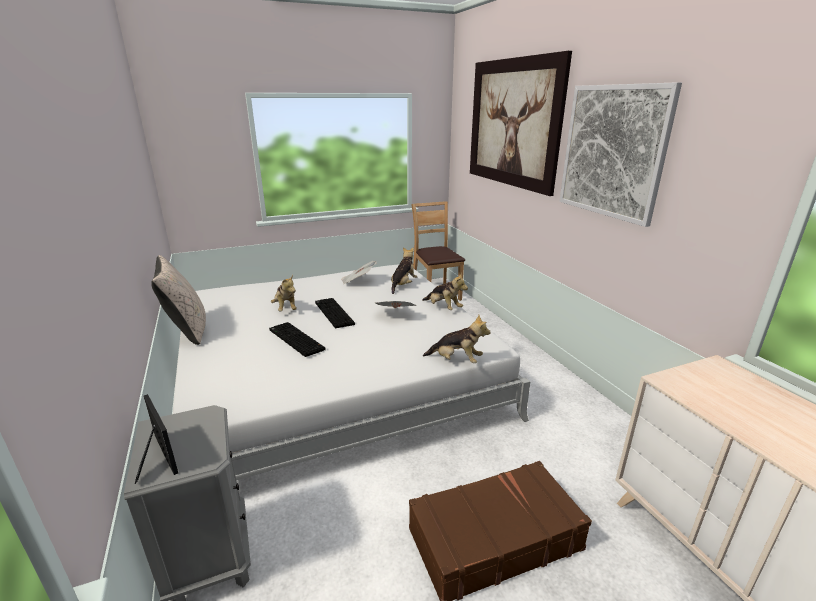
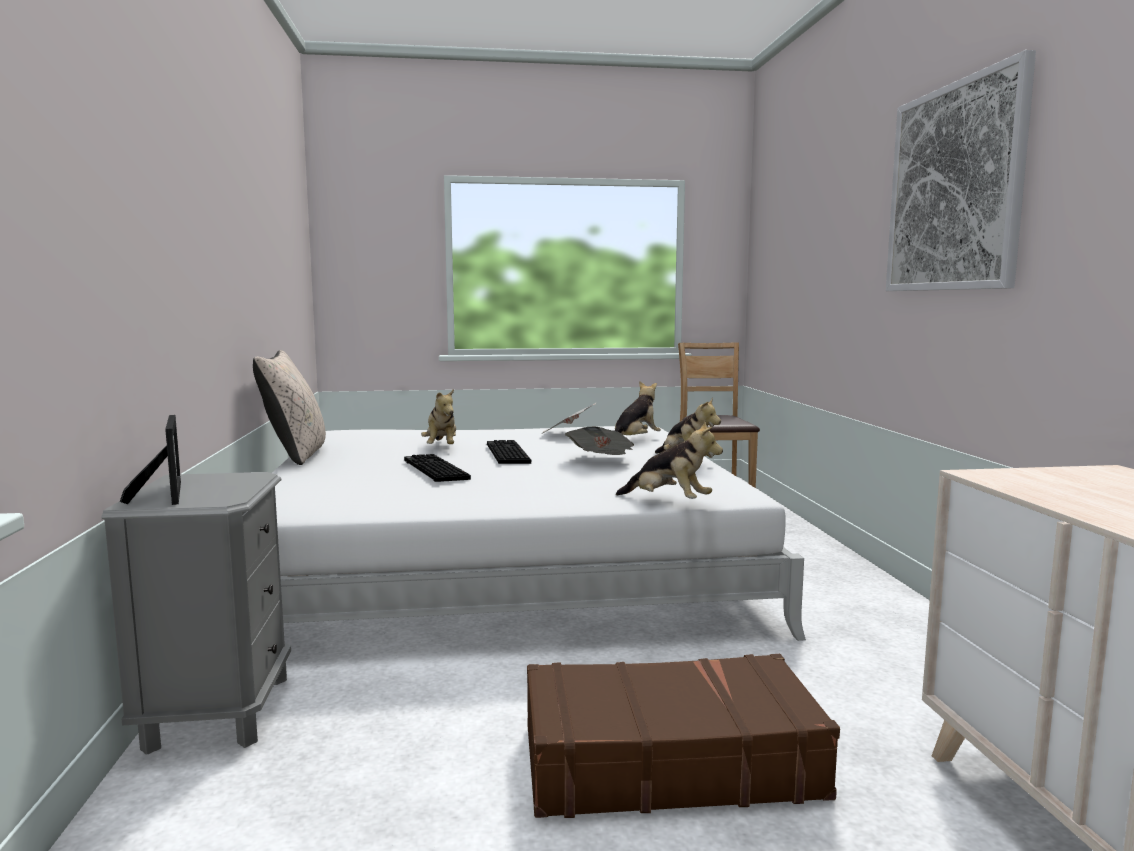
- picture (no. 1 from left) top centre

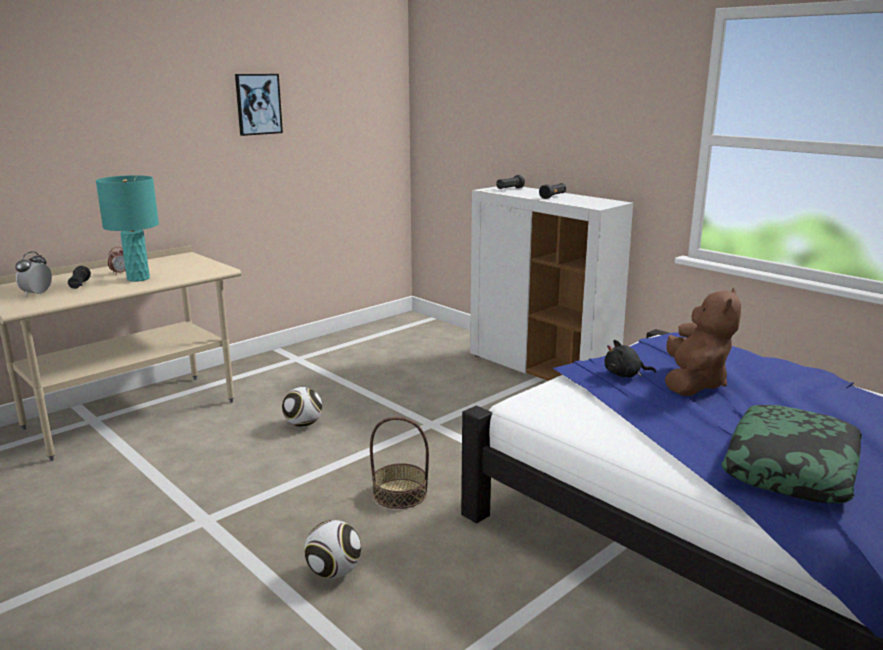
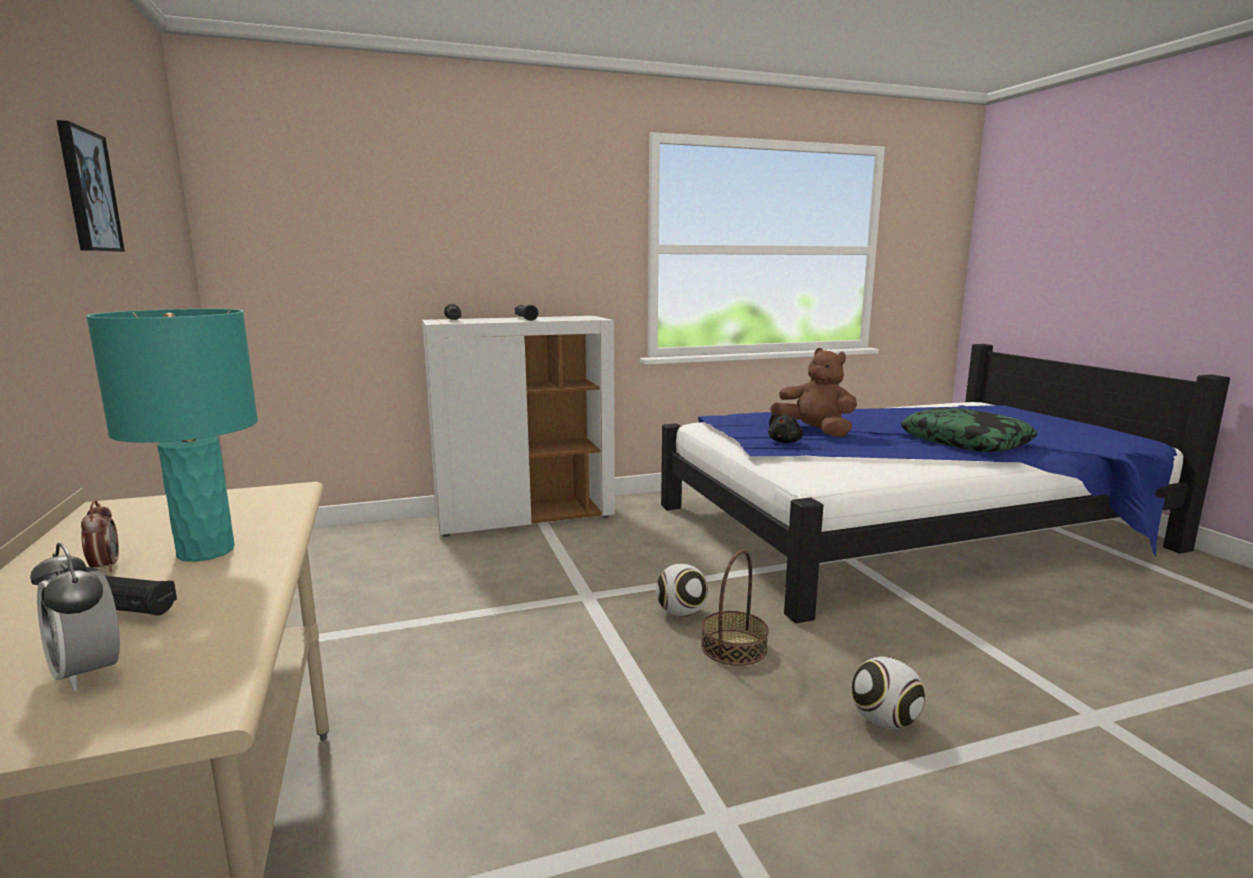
~ football (no. 1 from left) centre to bottom centre

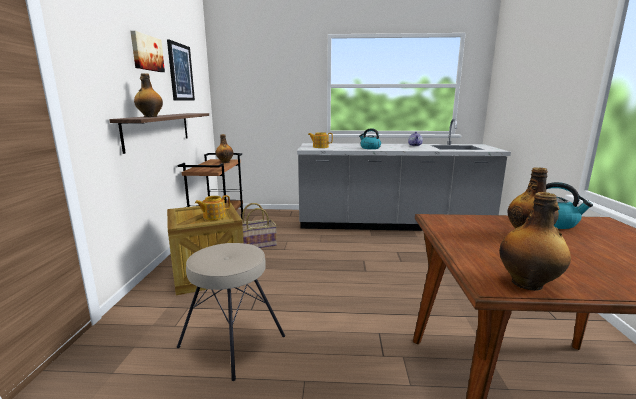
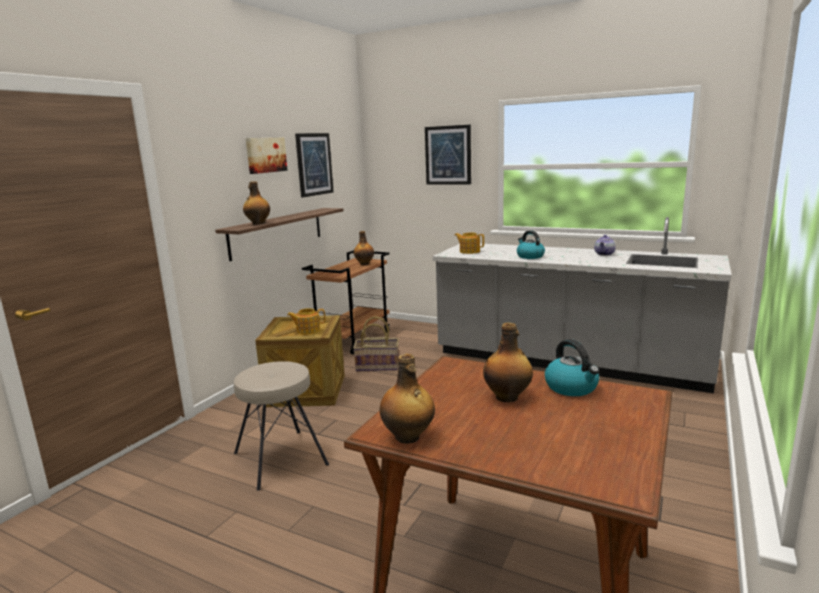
+ picture (no. 3 from left) top centre

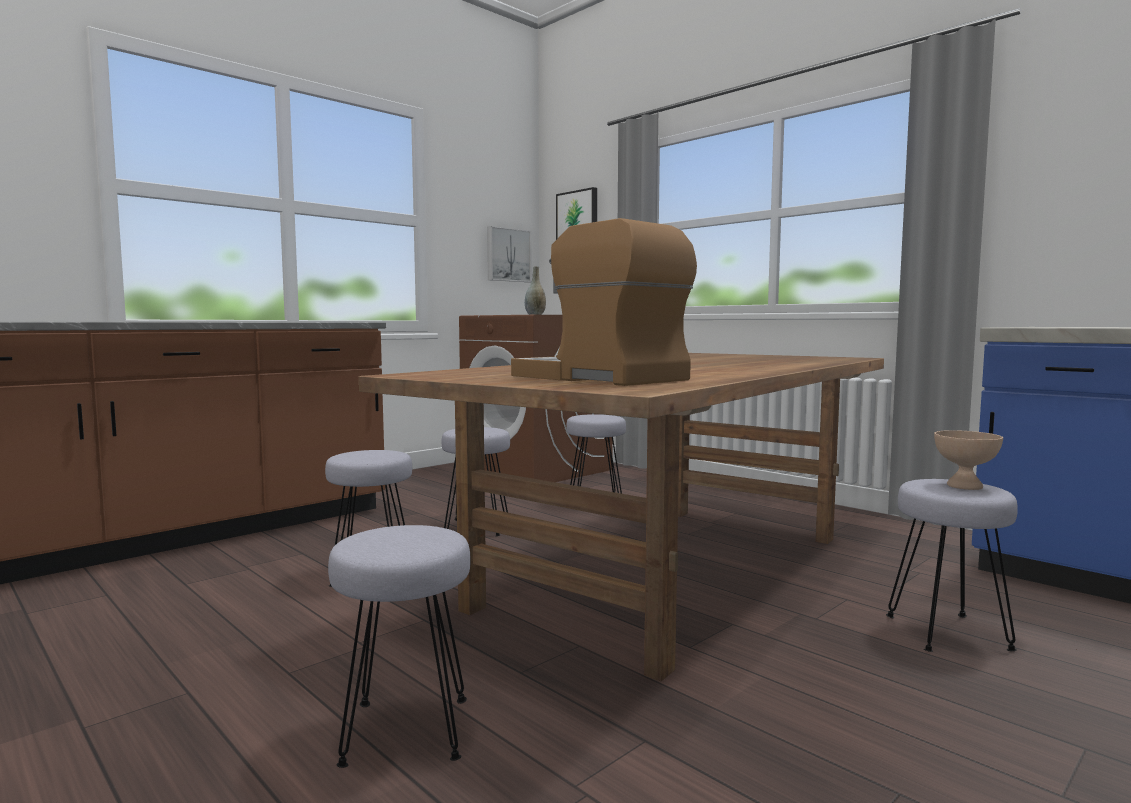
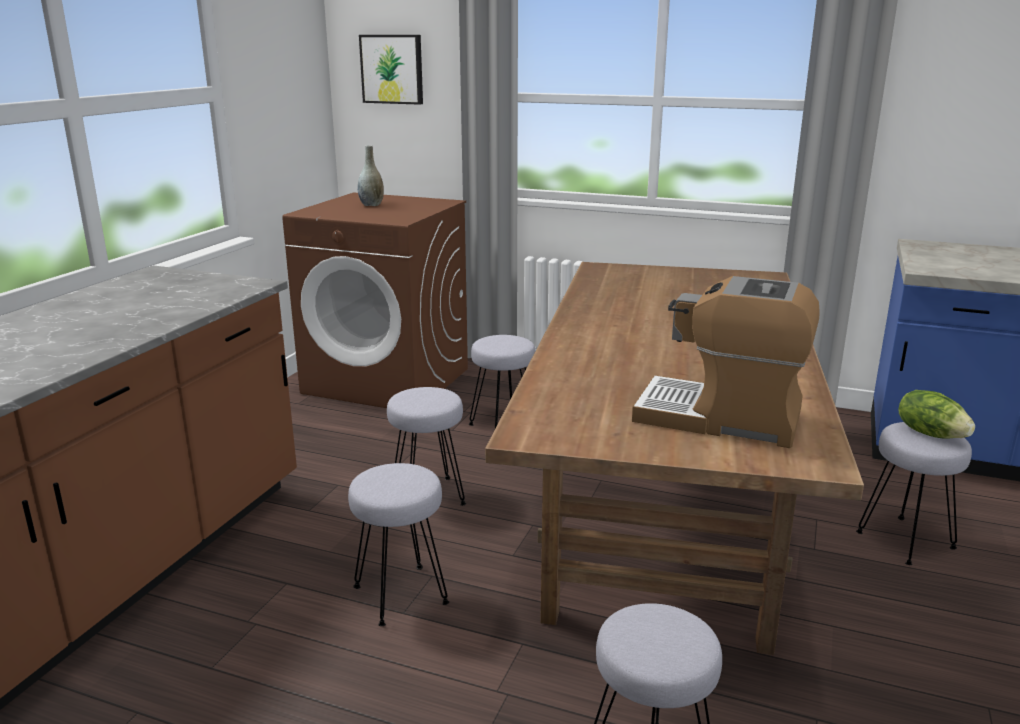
~ beige bowl middle right to lettuce middle right
- picture (no. 1 from left) top centre

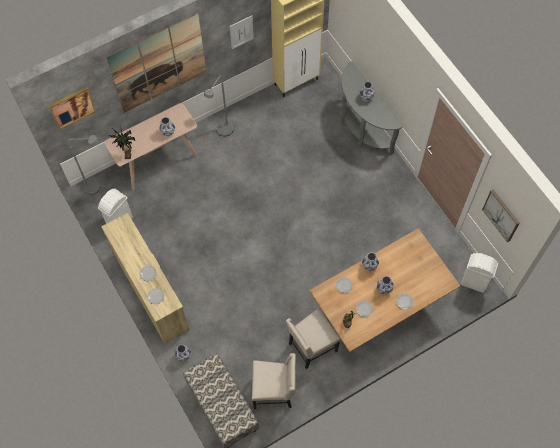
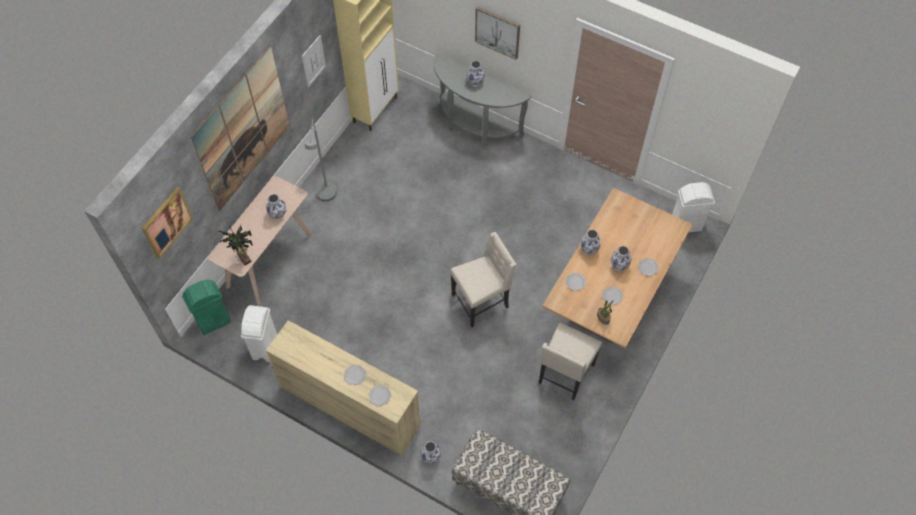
~ grey floor lamp (no. 1 from left) middle left to green trash can middle left
~ beige chair (no. 1 from left) bottom centre to centre
~ picture (no. 4 from left) middle right to top centre

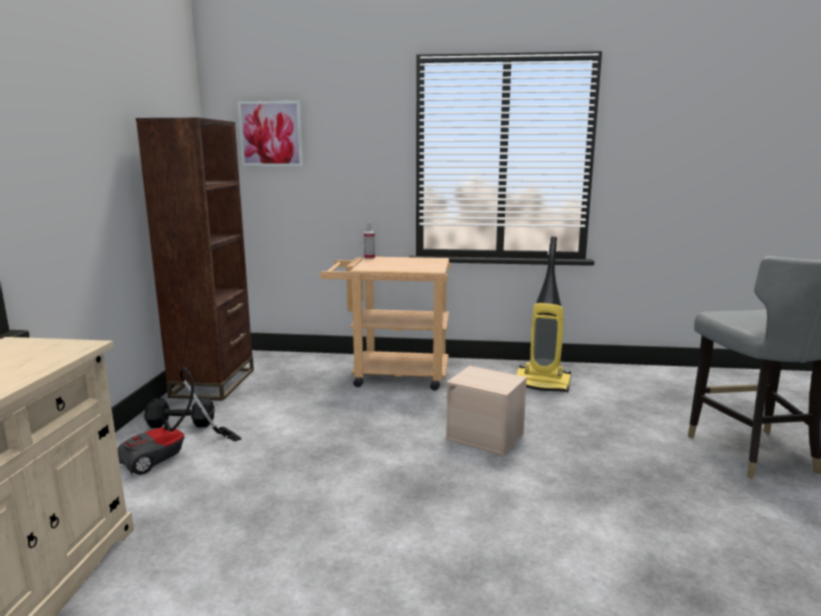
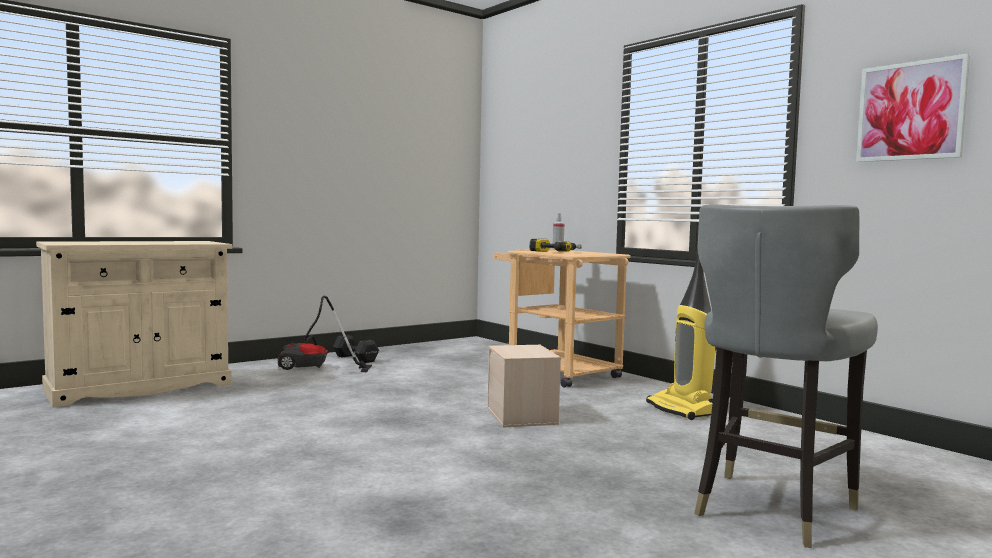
+ power drill centre
~ picture top left to top right
- brown bookcase middle left

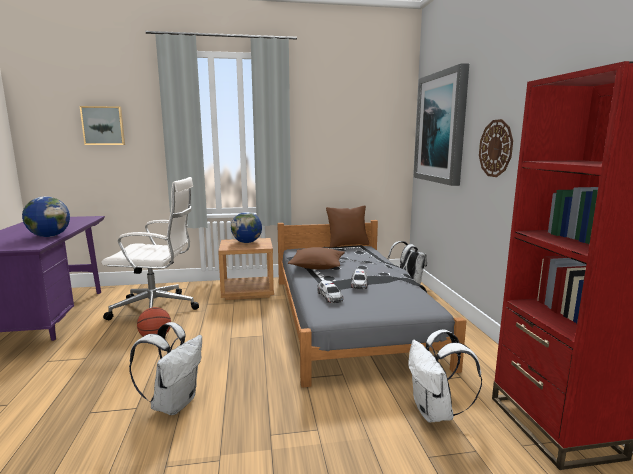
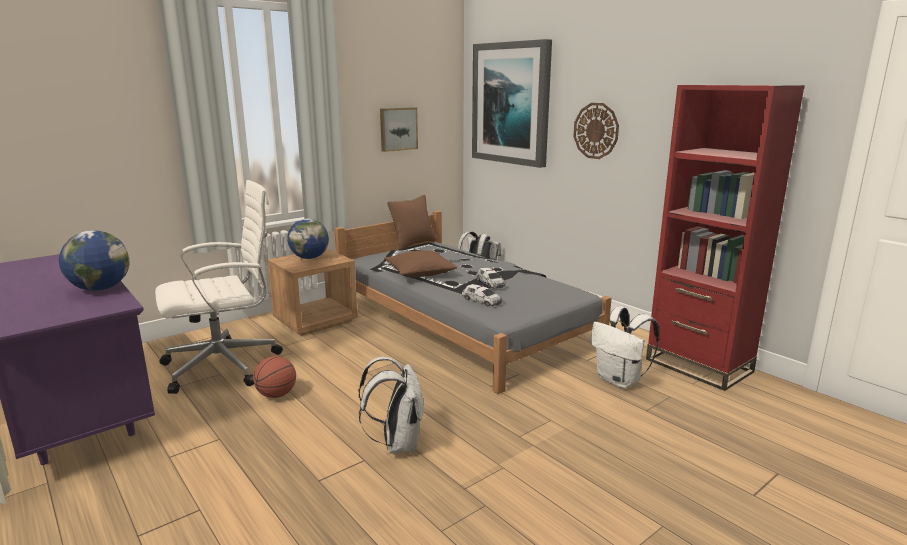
~ picture (no. 1 from left) top left to top centre

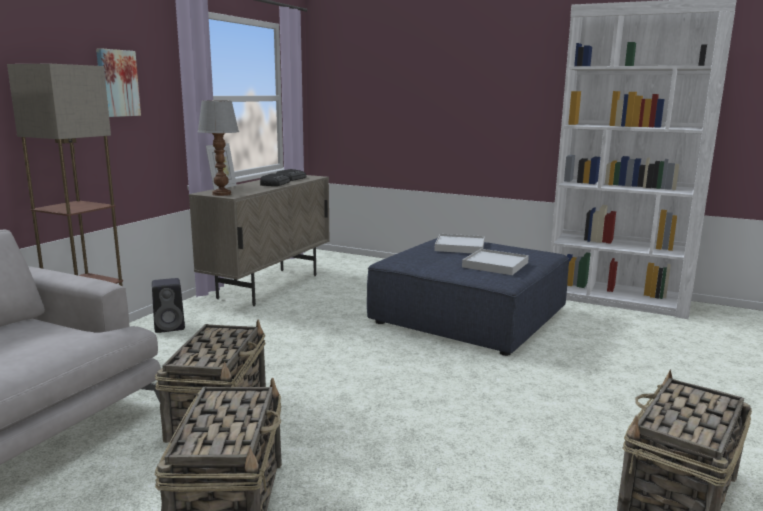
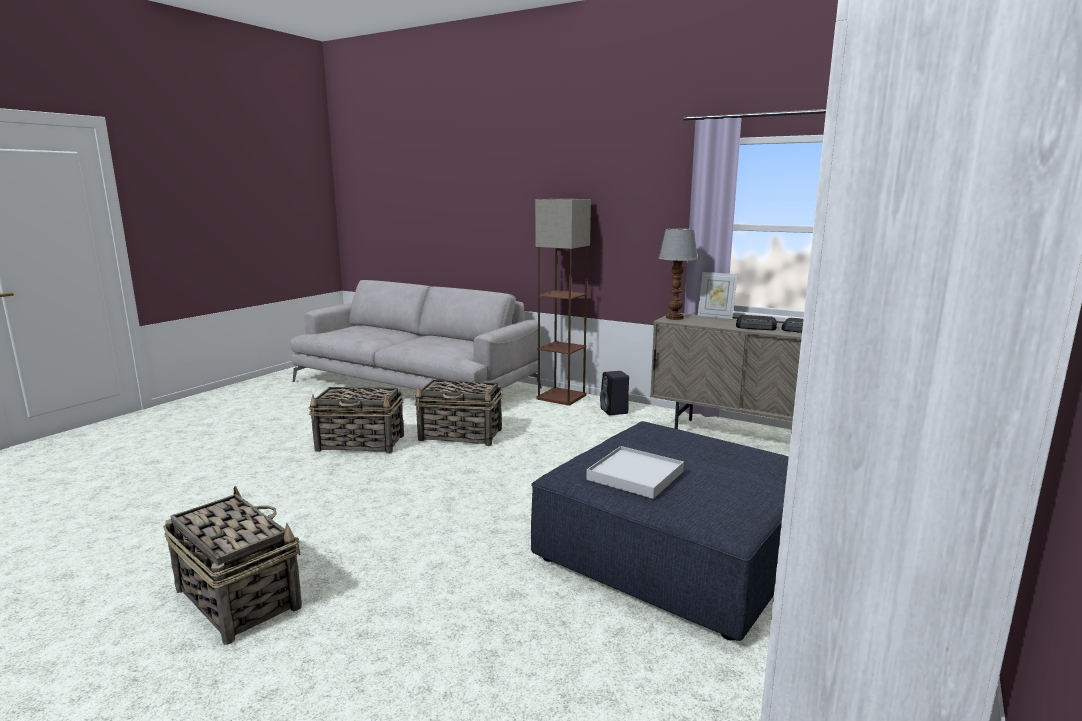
- picture top left
- white tray (no. 1 from left) centre

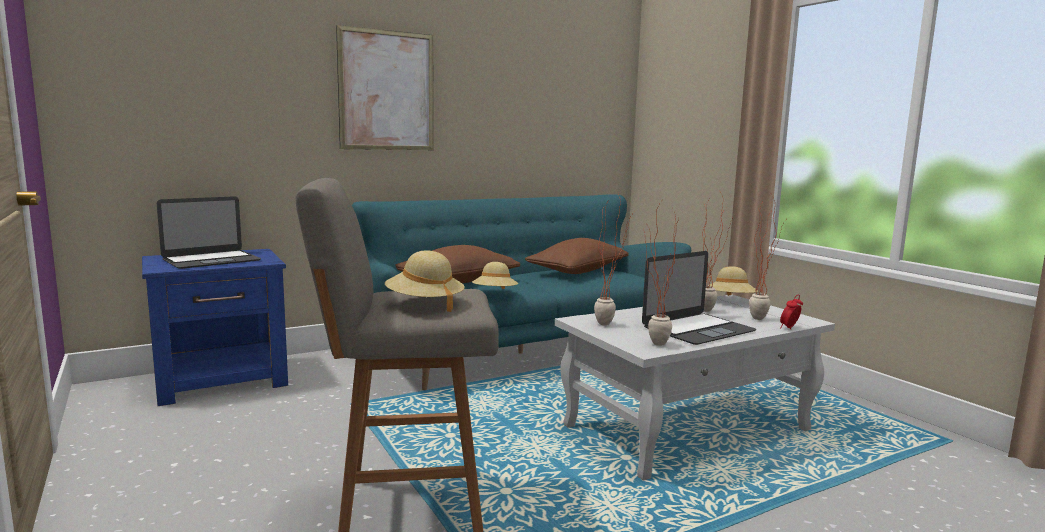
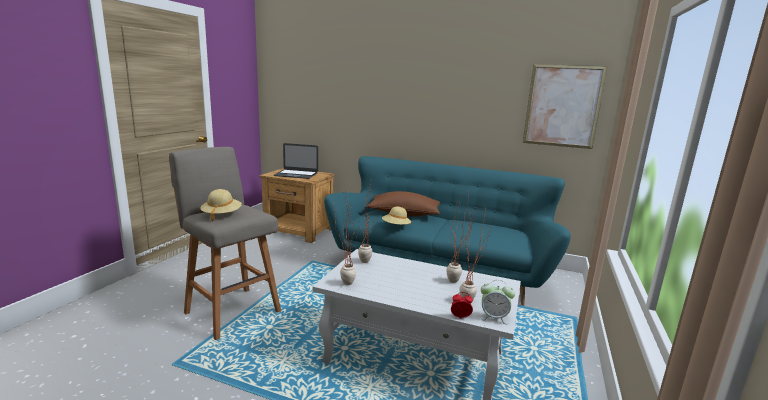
~ blue nightstand middle left to brown nightstand centre
+ alarm clock (no. 2 from left) bottom centre
~ picture top centre to top right
- brown pillow (no. 2 from left) centre
- laptop (no. 2 from left) middle right
- beige hat (no. 3 from left) middle right

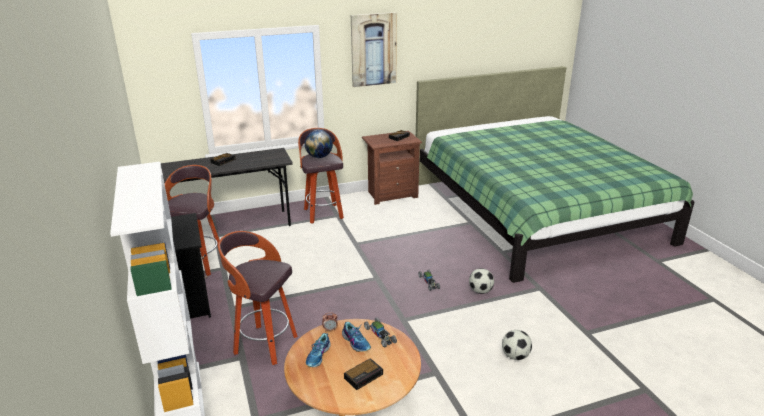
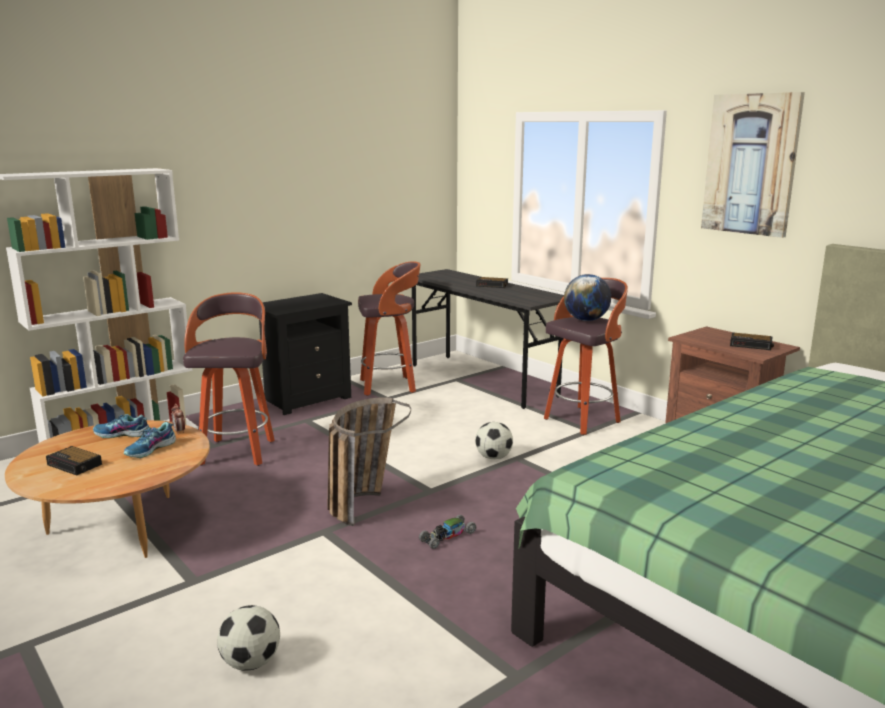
+ basket centre
~ football (no. 1 from left in the first image) bottom centre to football (no. 2 from left) centre
- toy car (no. 1 from left) bottom centre

